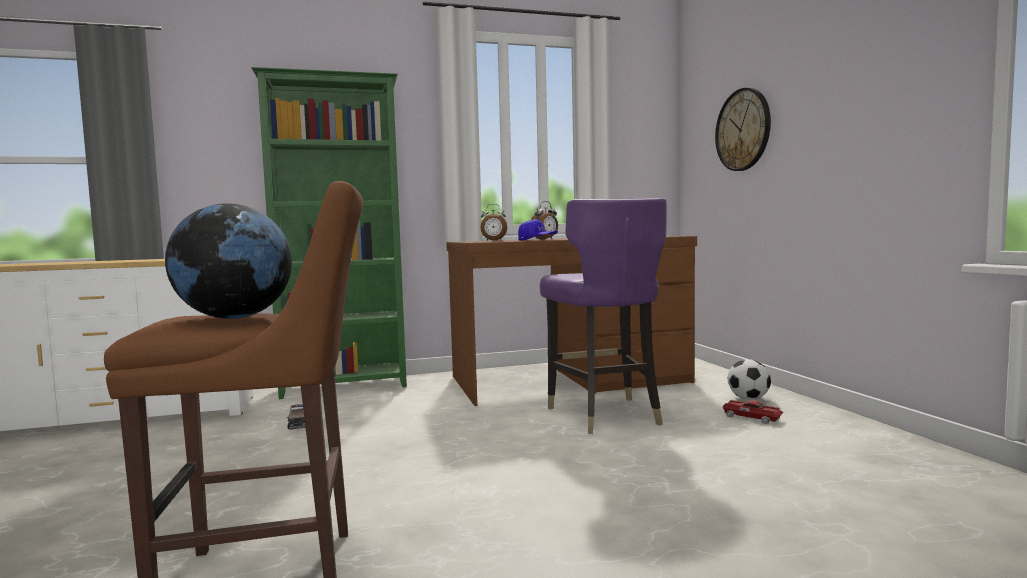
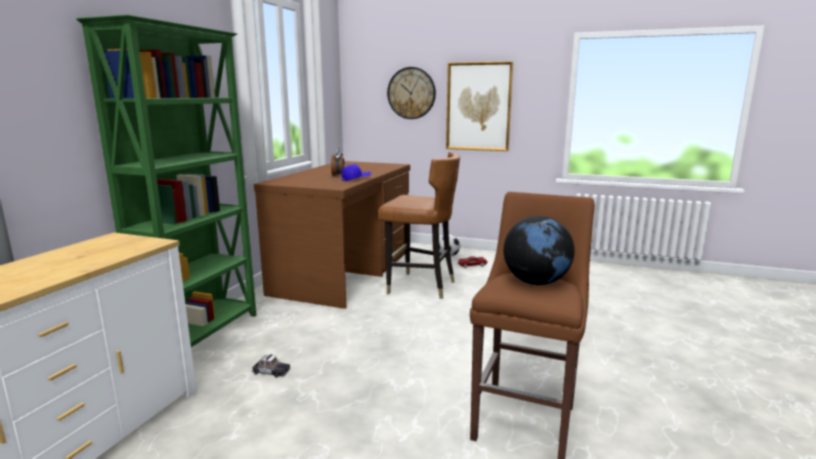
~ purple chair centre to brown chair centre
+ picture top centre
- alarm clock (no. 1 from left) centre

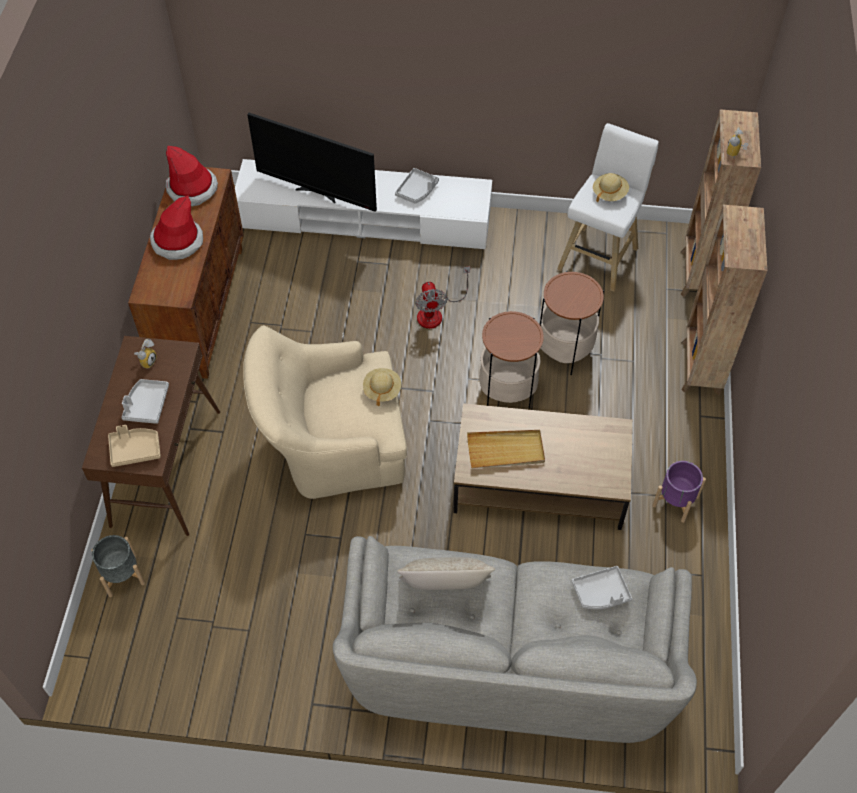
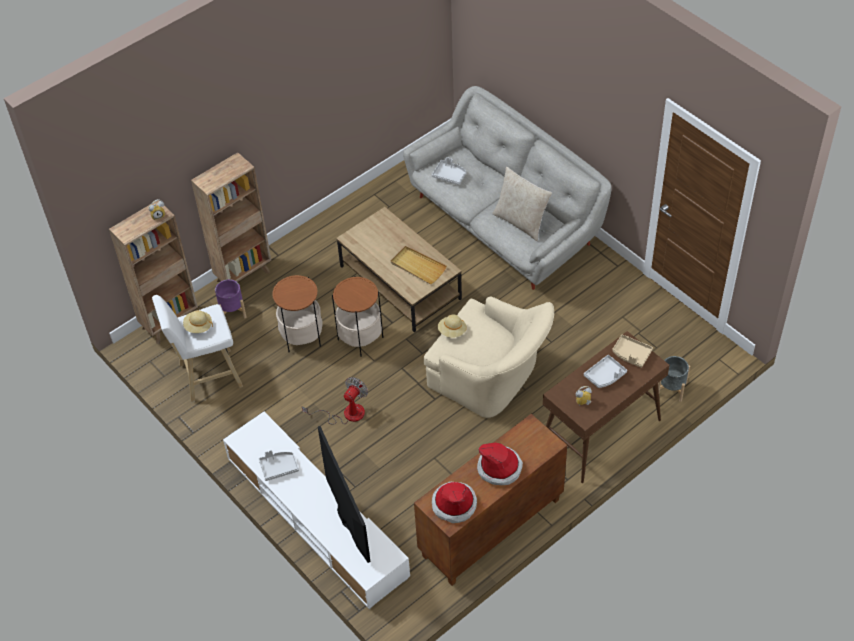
~ purple planter middle right to middle left

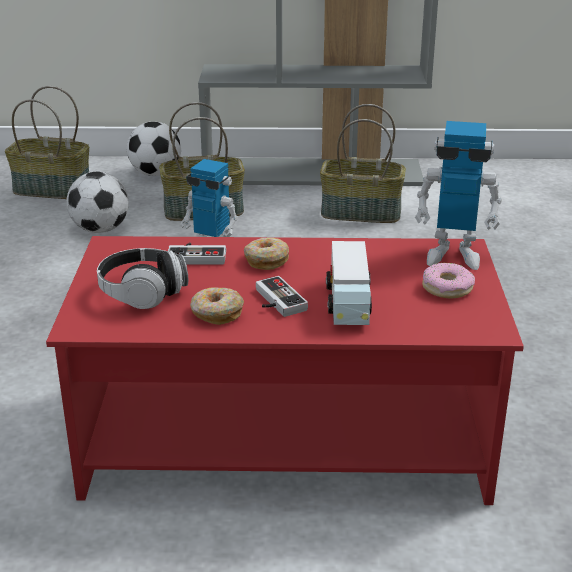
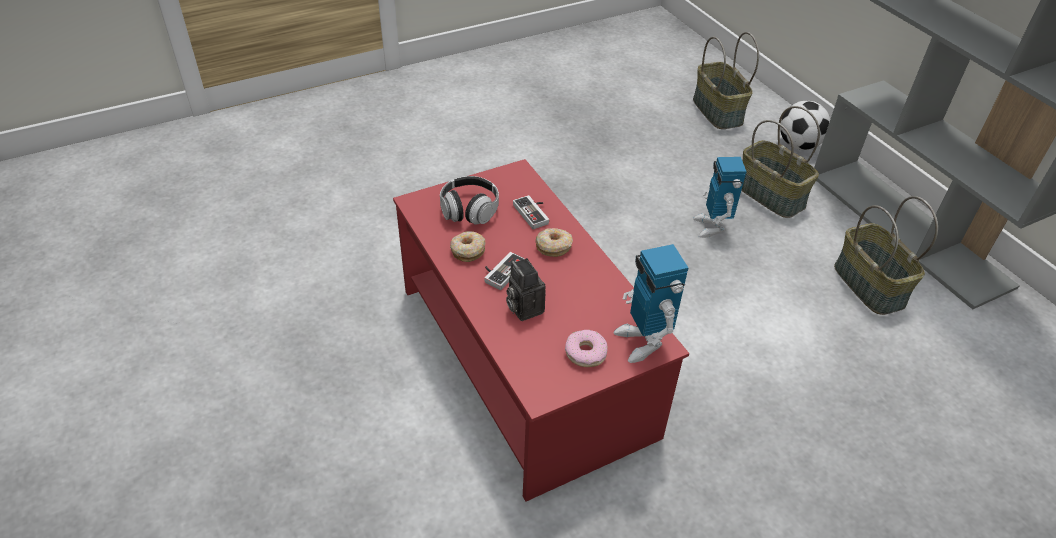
~ toy truck centre to photo camera centre
- football (no. 1 from left) middle left

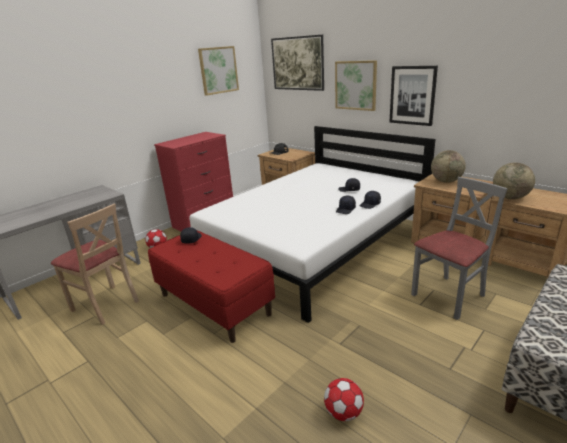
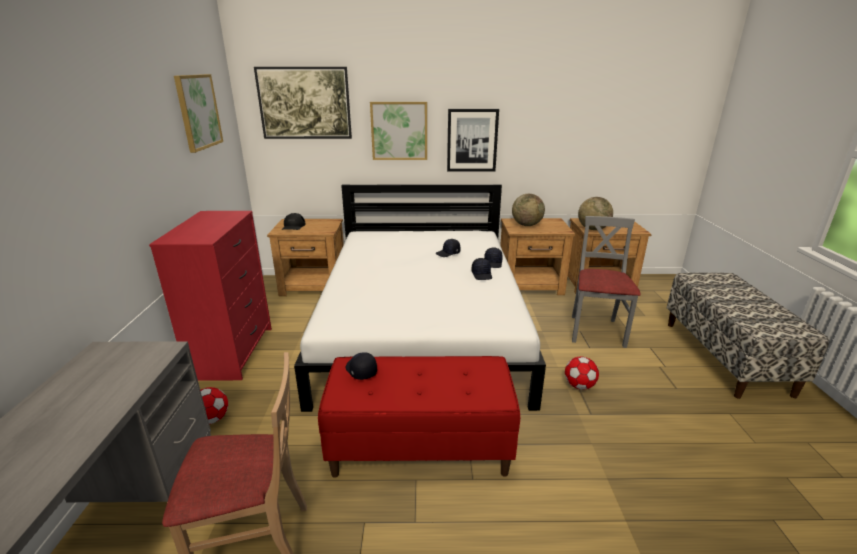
~ football (no. 2 from left) bottom centre to bottom right

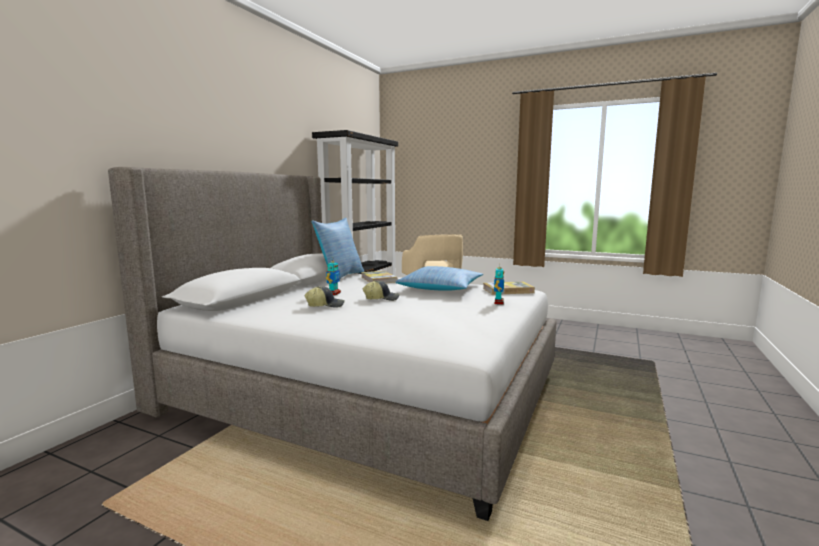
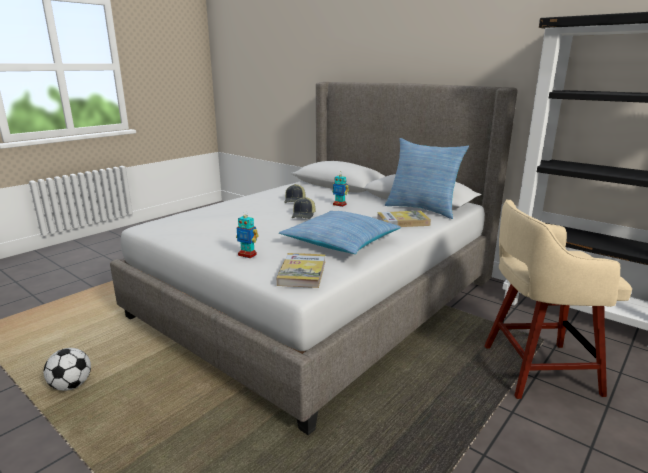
+ football bottom left

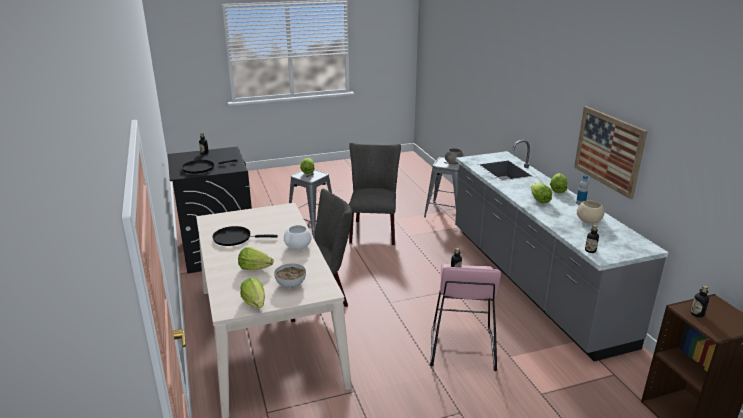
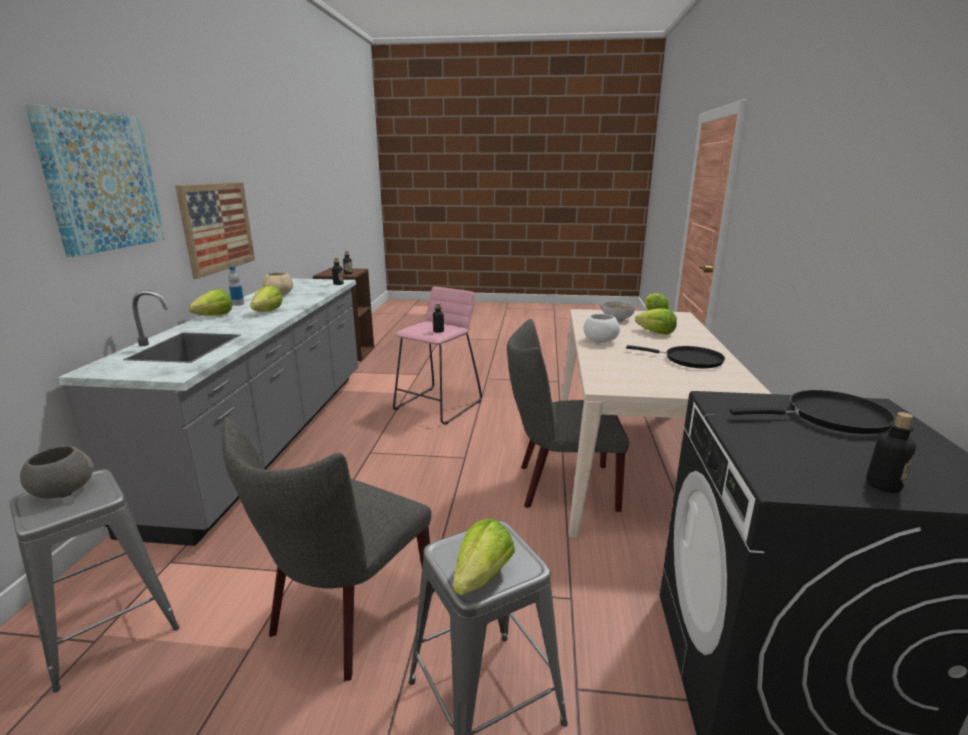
+ picture (no. 1 from left) top left

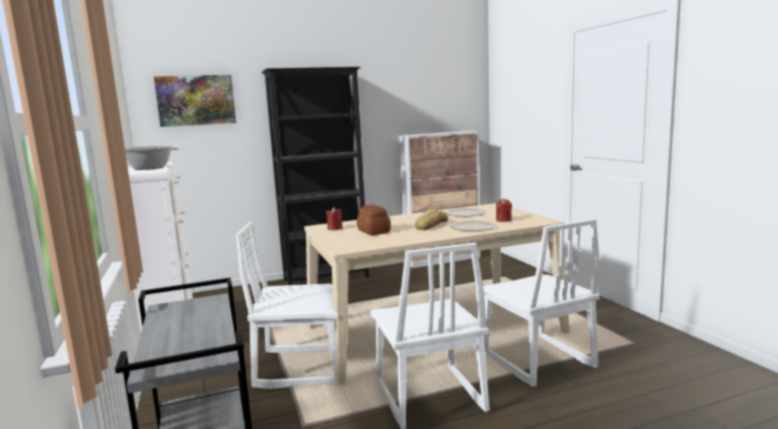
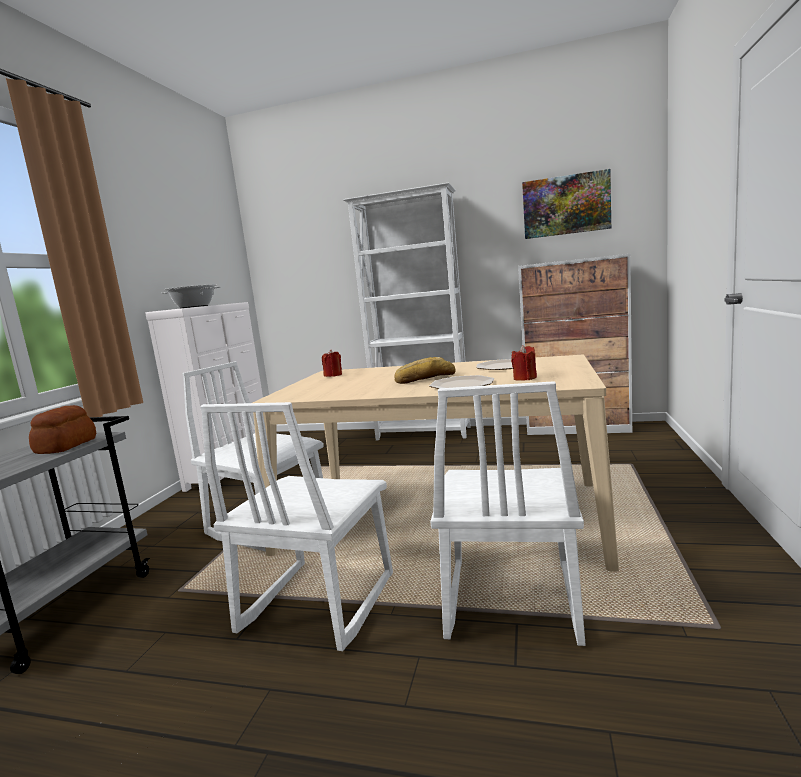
~ bread (no. 1 from left) centre to middle left
~ black bookcase centre to white bookcase centre
~ picture top left to top right

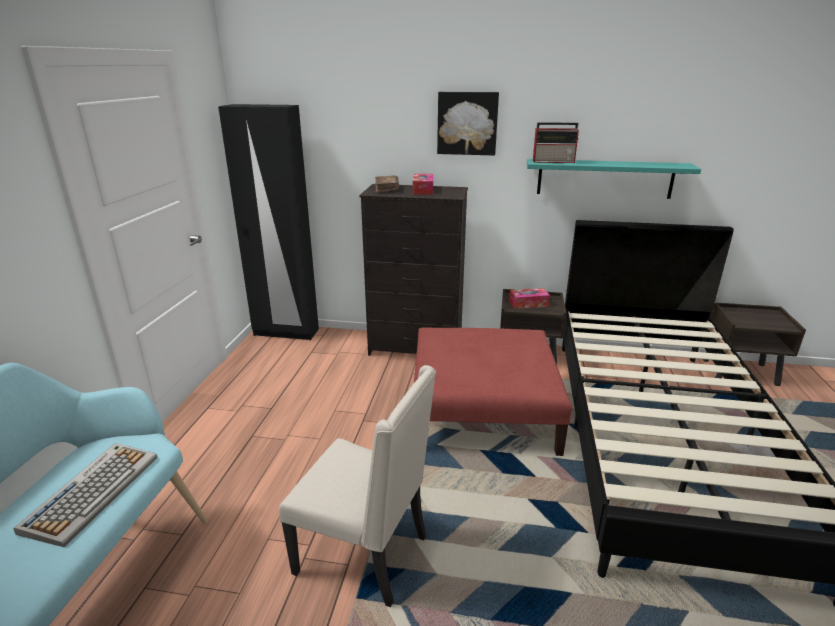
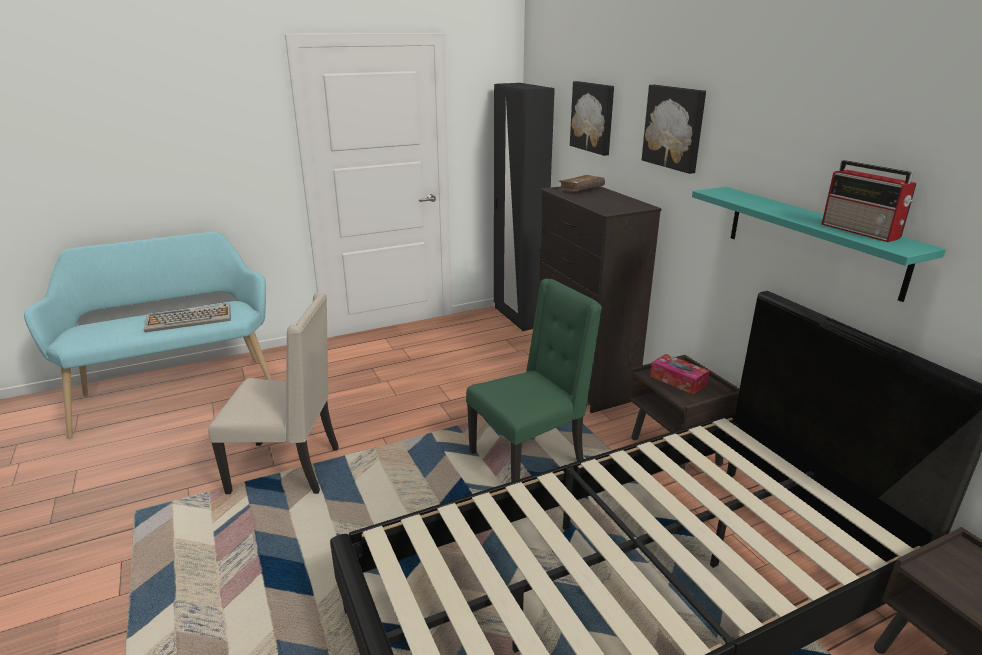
~ beige chair bottom centre = middle left 75 degrees counterclockwise
~ red ottoman centre to green chair centre
+ picture (no. 1 from left) top centre
~ radio top centre to top right
- tissue box (no. 1 from left) top centre

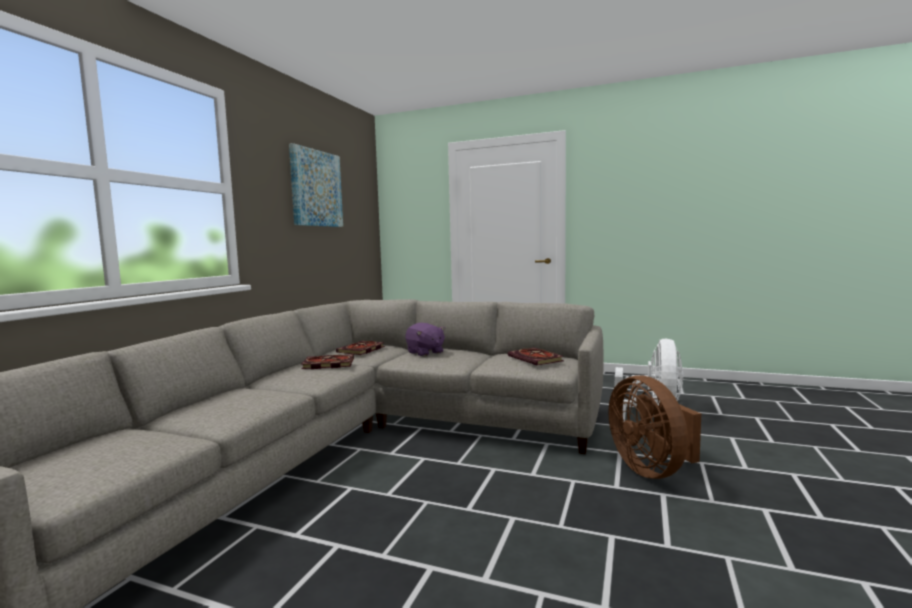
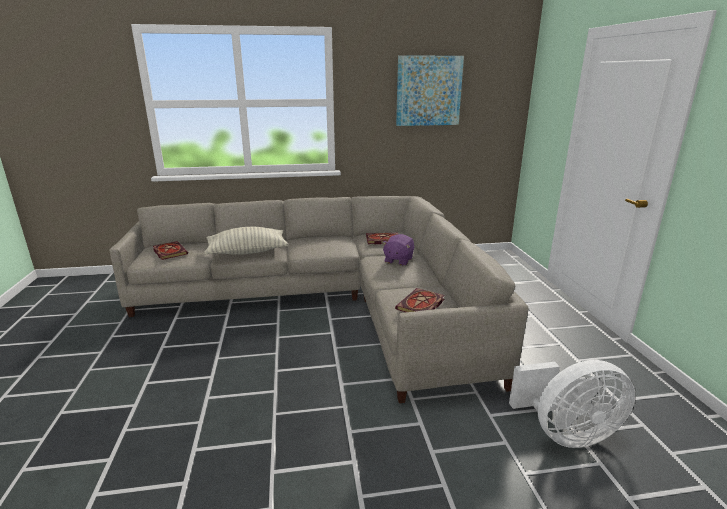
~ book (no. 1 from left) centre to middle left
+ pillow centre
- brown fan bottom right

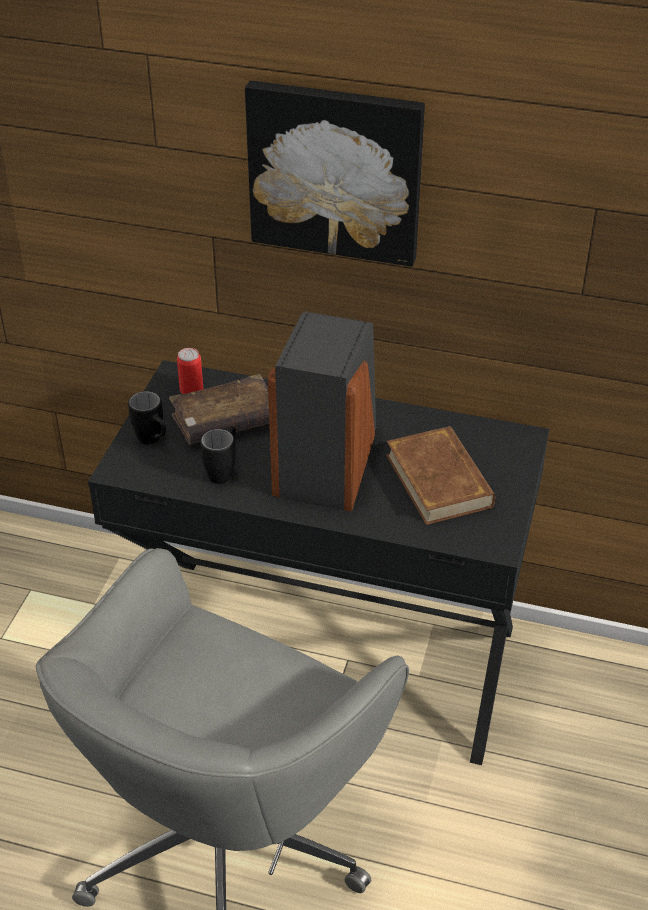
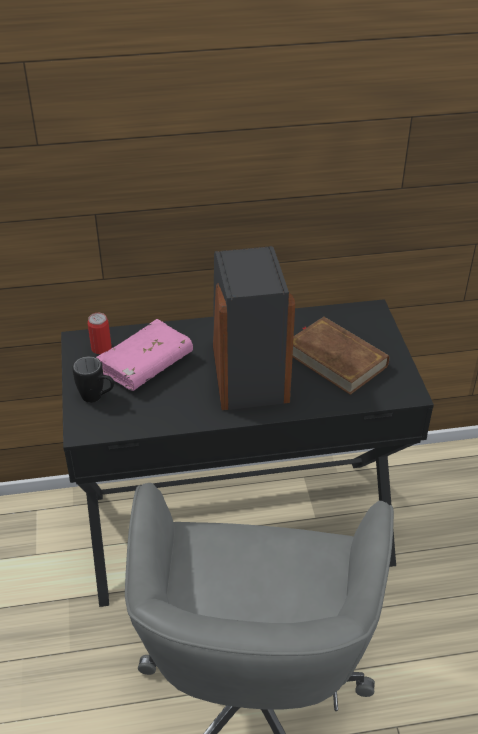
~ brown book (no. 1 from left) centre to pink book middle left
- black mug (no. 2 from left) centre
- picture top centre

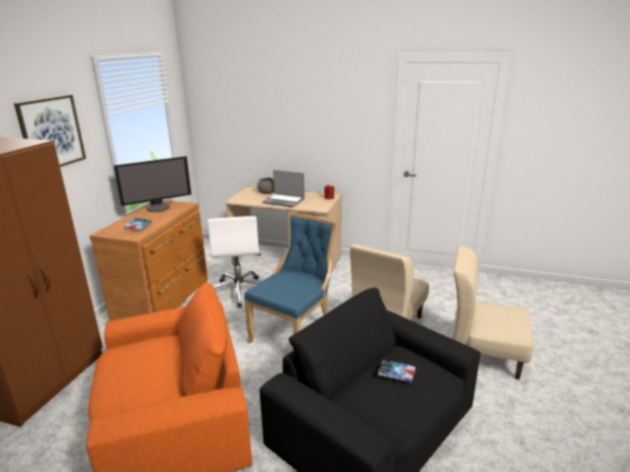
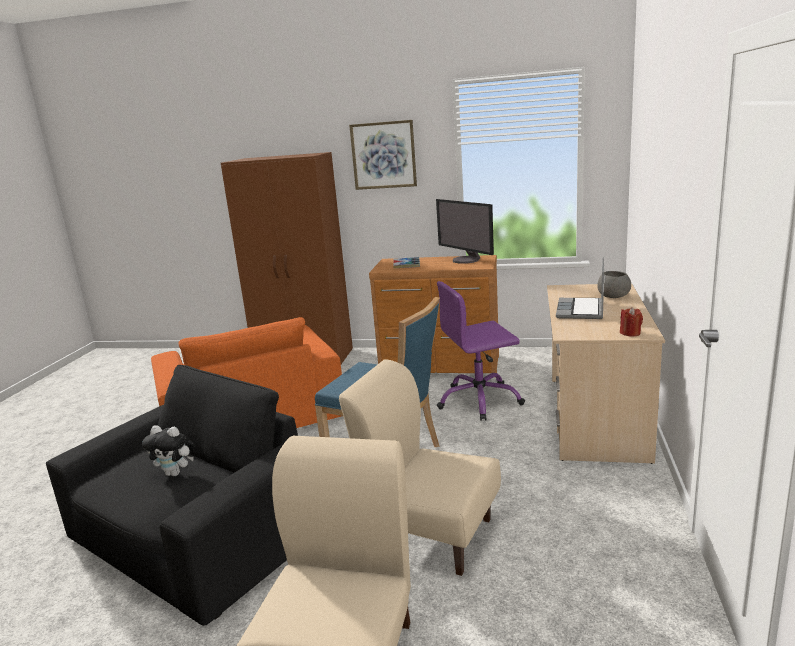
~ book (no. 2 from left) bottom centre to plush toy bottom left
~ white office chair centre to purple office chair centre

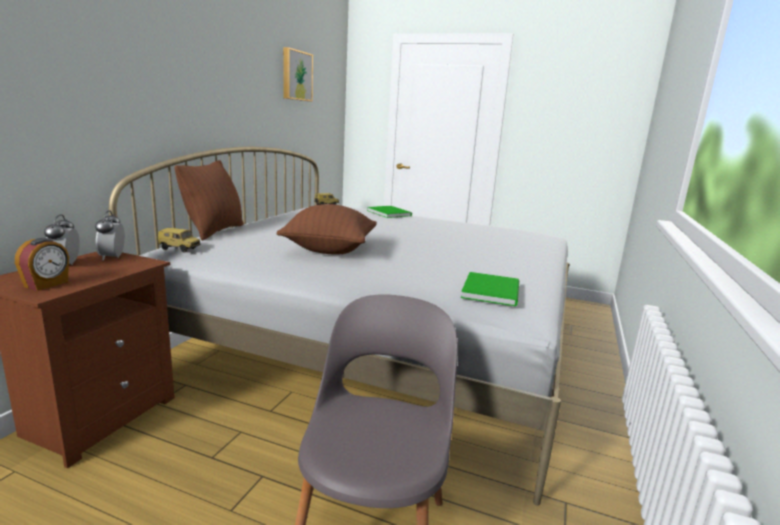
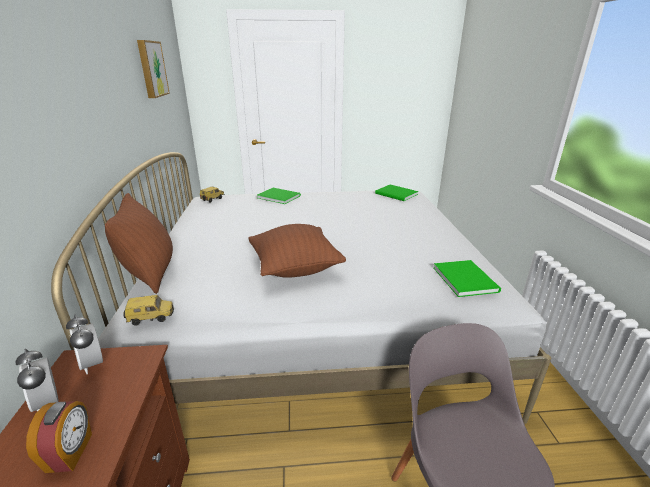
+ green book (no. 2 from left) centre

